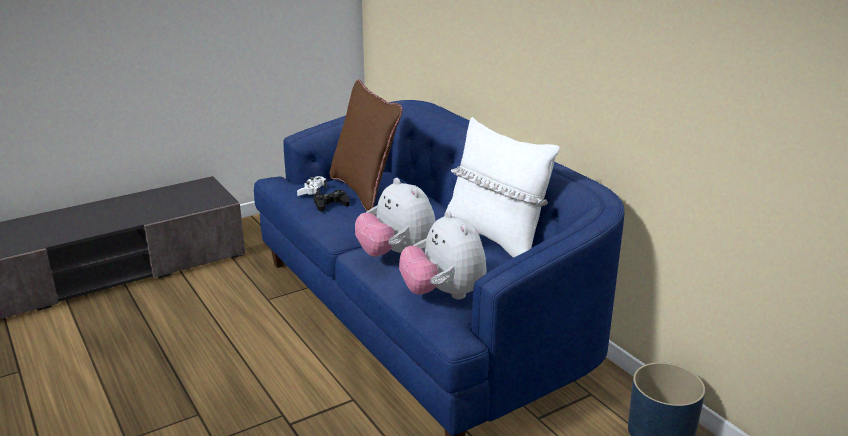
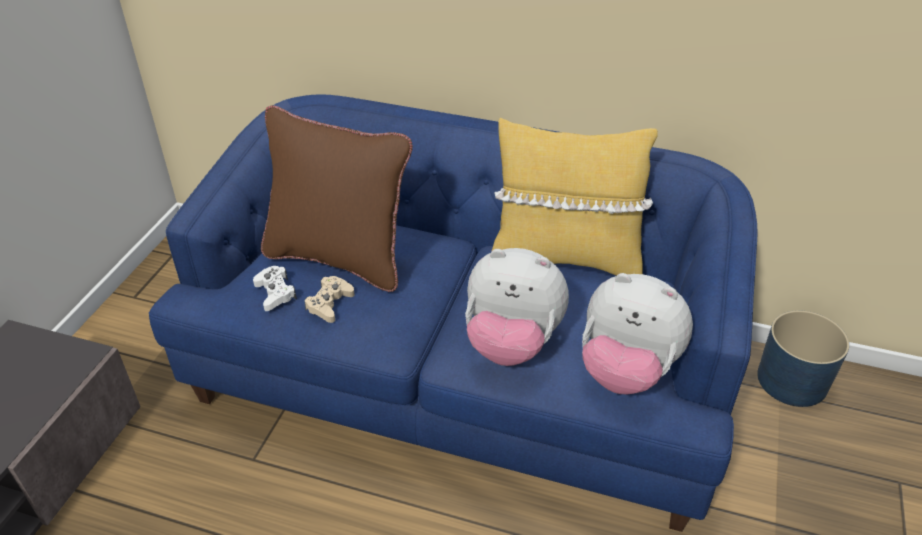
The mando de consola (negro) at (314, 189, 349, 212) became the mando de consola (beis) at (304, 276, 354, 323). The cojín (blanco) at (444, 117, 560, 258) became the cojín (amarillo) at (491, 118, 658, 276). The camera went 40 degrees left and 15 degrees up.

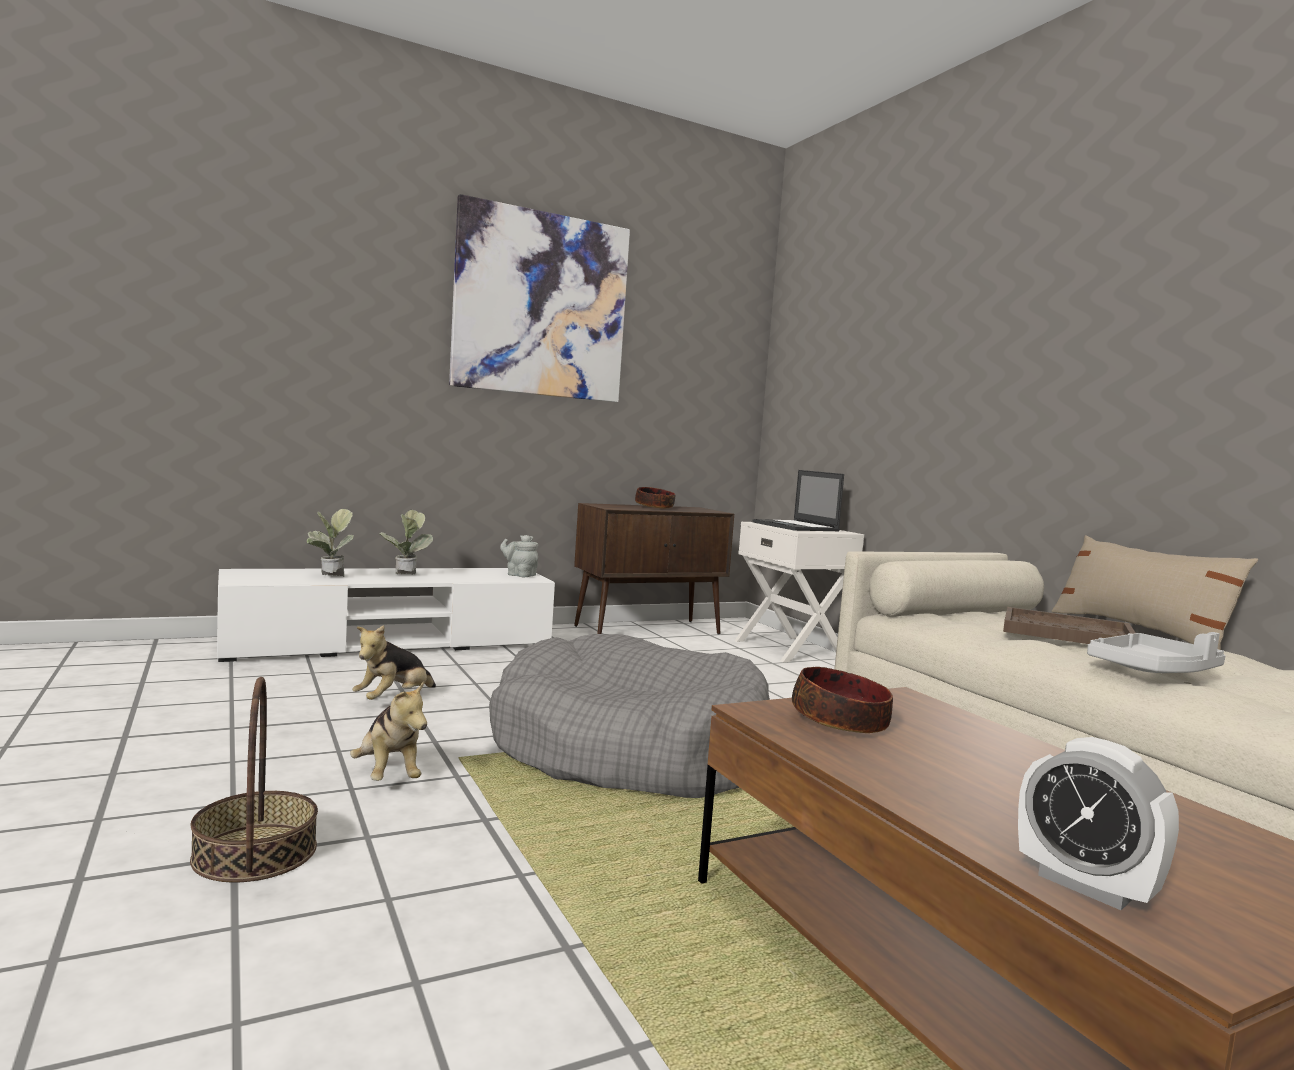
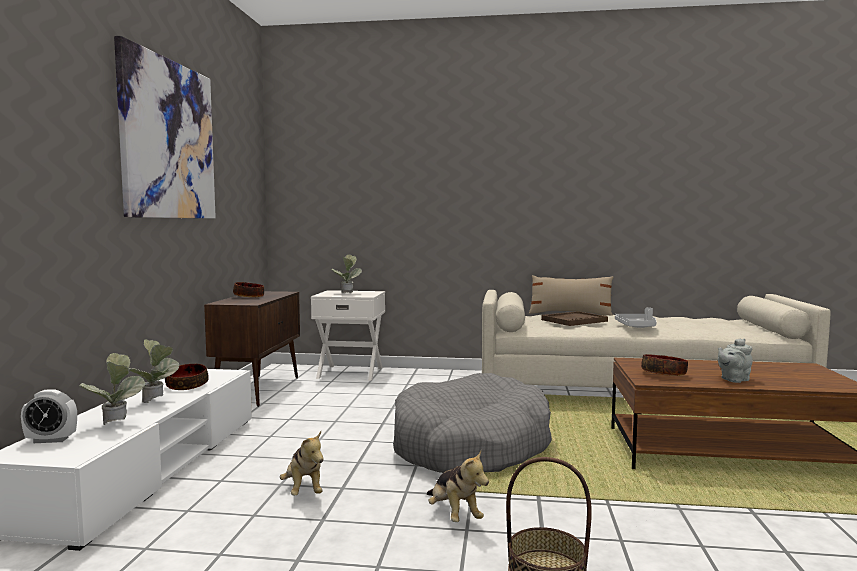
The despertador moved from (1018, 737, 1179, 910) to (21, 389, 77, 443). The cuenco at (165, 364, 209, 390) appeared. The portátil at (753, 470, 844, 531) was replaced by the planta en maceta at (331, 254, 362, 293). The peluche at (350, 681, 427, 781) turned 60 degrees clockwise. The tetera (gris) moved from (500, 535, 538, 577) to (718, 339, 753, 383). The camera went 55 degrees left and 0 degrees up.

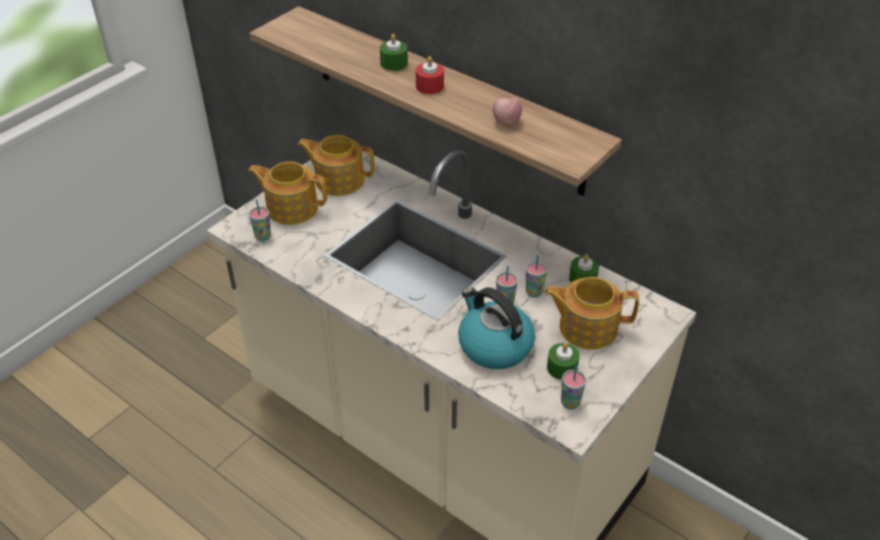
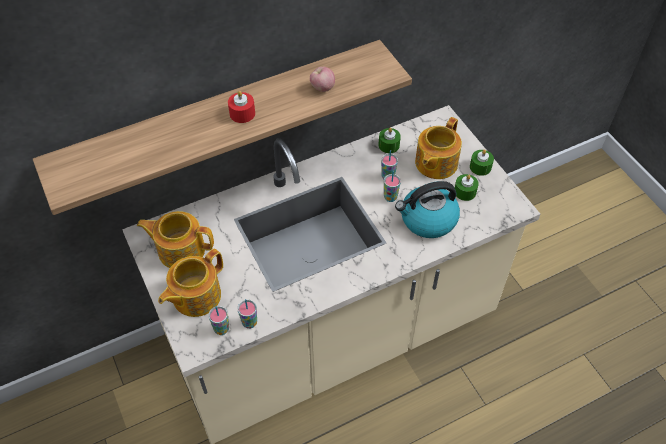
The tetera at (297, 135, 375, 196) turned 60 degrees clockwise. The taza moved from (561, 365, 586, 410) to (237, 299, 257, 329). The vela (verde) moved from (380, 34, 408, 71) to (470, 149, 494, 176). The camera went 65 degrees left and 10 degrees up.

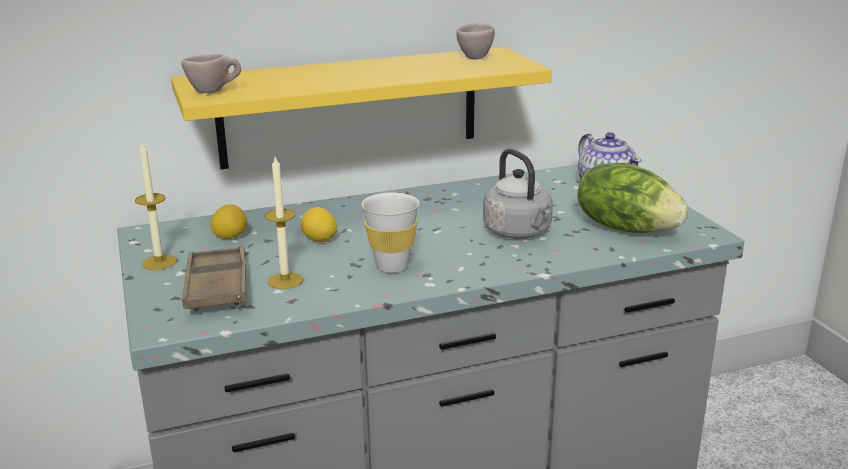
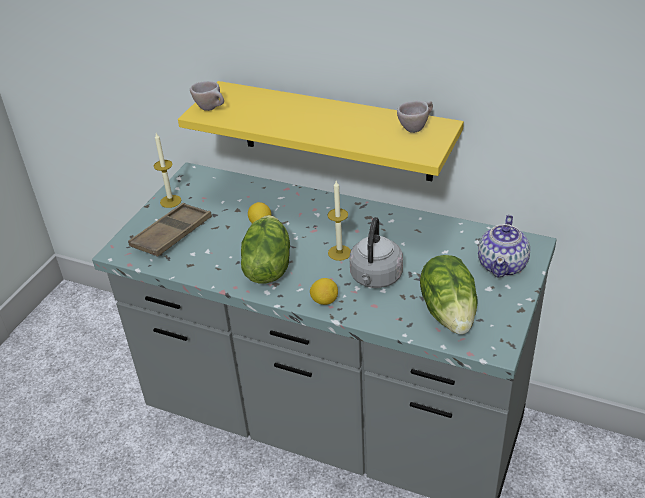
The taza (blanco) at (361, 193, 419, 273) was replaced by the lechuga at (241, 215, 290, 284). The limón moved from (210, 204, 247, 239) to (310, 278, 338, 305). The vela moved from (264, 157, 303, 289) to (327, 181, 351, 261). The camera went 45 degrees right and 15 degrees up.

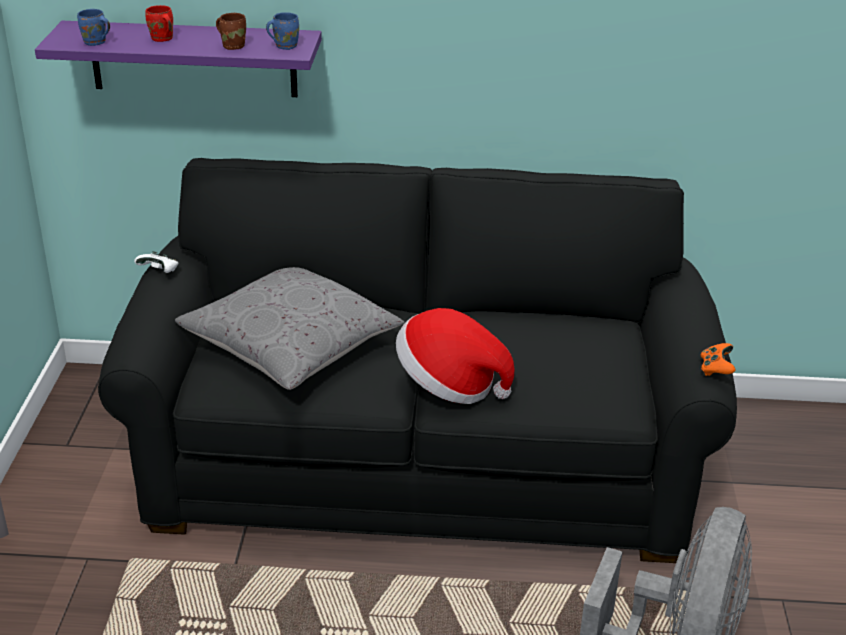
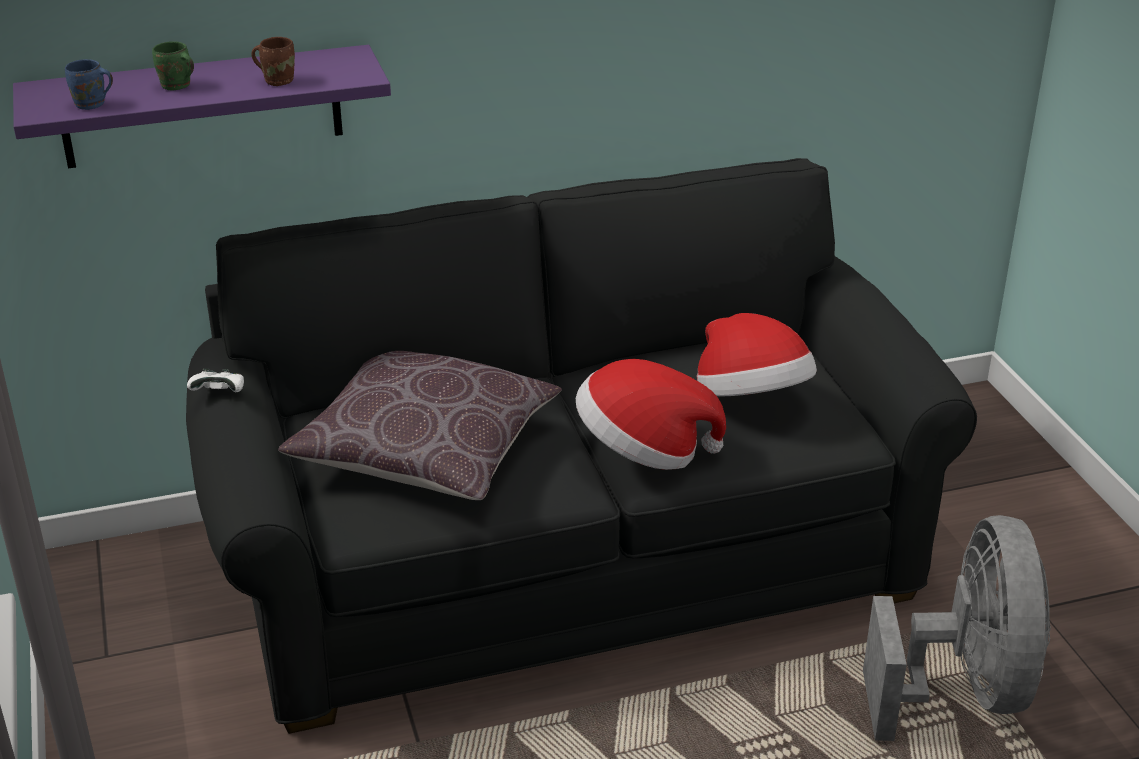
The taza grande (rojo) at (145, 5, 173, 42) became the taza grande (verde) at (152, 41, 194, 90). The cojín (gris) at (175, 267, 404, 390) became the cojín (marrón) at (278, 351, 562, 500). The sombrero at (697, 313, 817, 396) appeared. The taza grande (azul) at (266, 12, 299, 50) disappeared. The mando de consola (naranja) at (701, 343, 735, 376) disappeared. The camera went 20 degrees left and 0 degrees up.

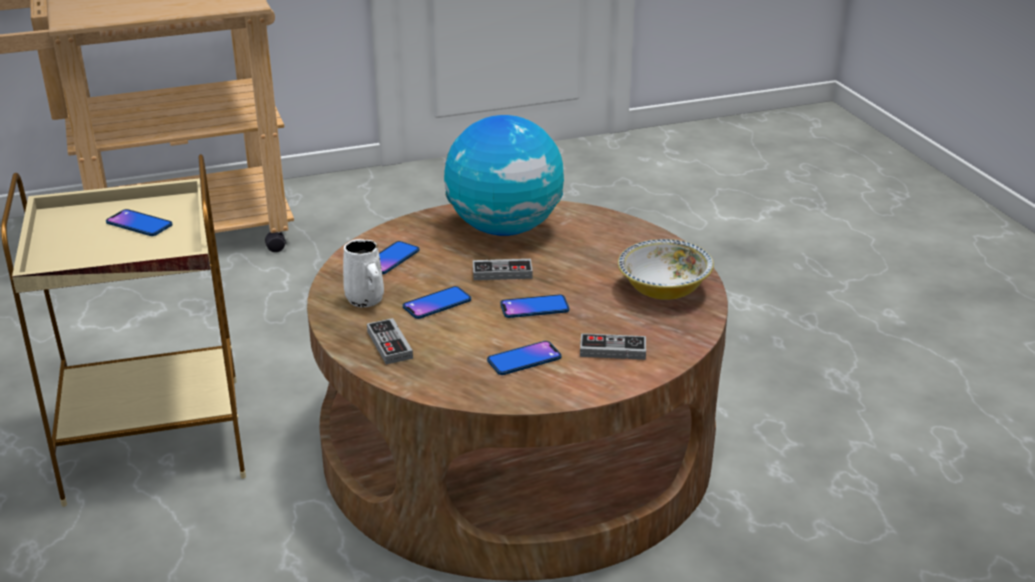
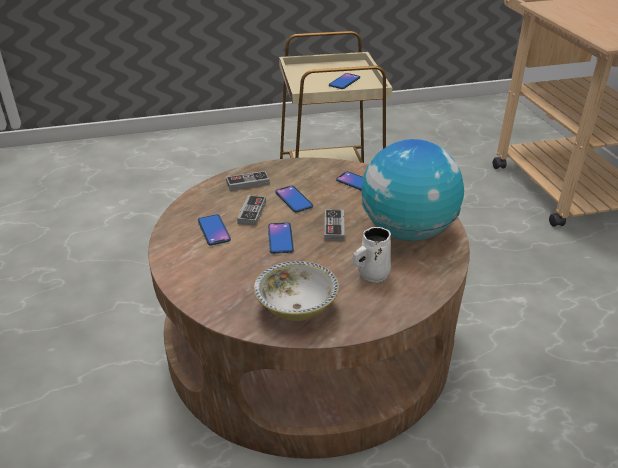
The mando de consola moved from (580, 333, 646, 360) to (237, 195, 266, 226). The taza grande (blanco) moved from (343, 239, 384, 307) to (353, 227, 391, 282). The camera went 95 degrees right and 5 degrees up.

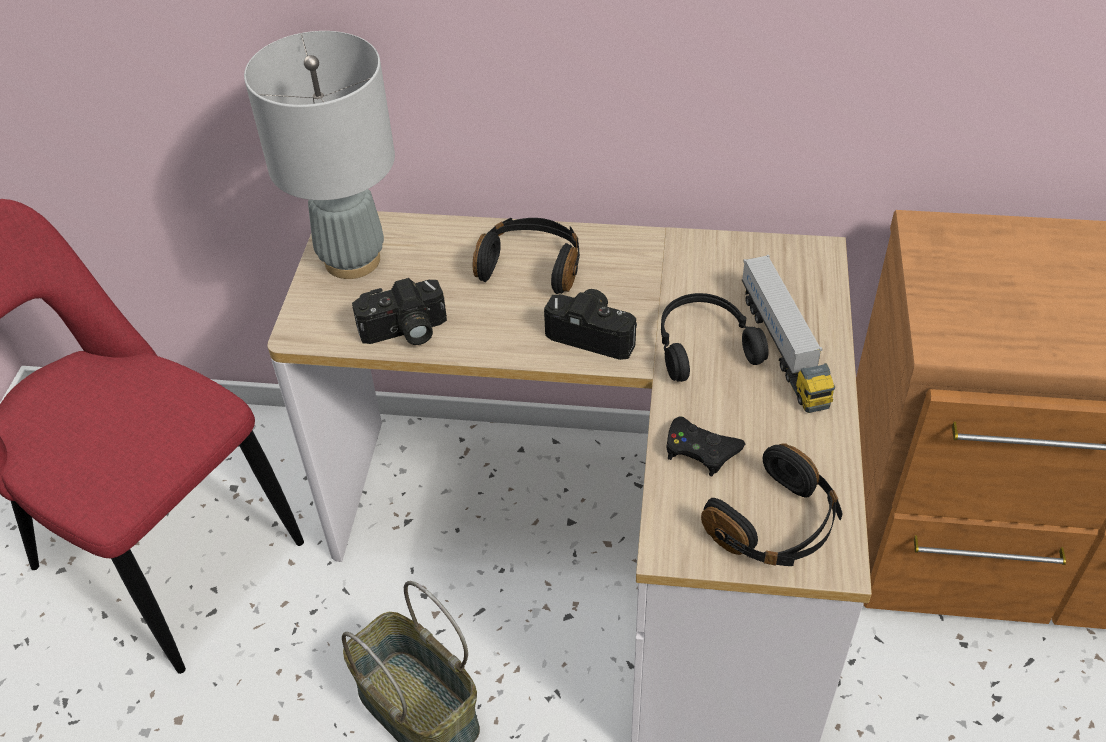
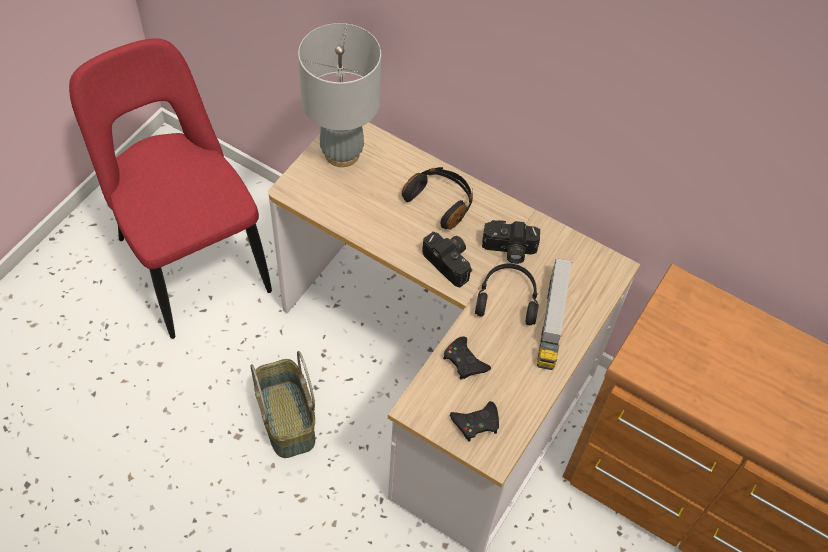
The auriculares (negro) at (701, 443, 843, 566) was replaced by the mando de consola (negro) at (450, 401, 499, 442). The cámara moved from (352, 278, 447, 345) to (482, 220, 540, 264). The camera went 20 degrees right and 10 degrees up.

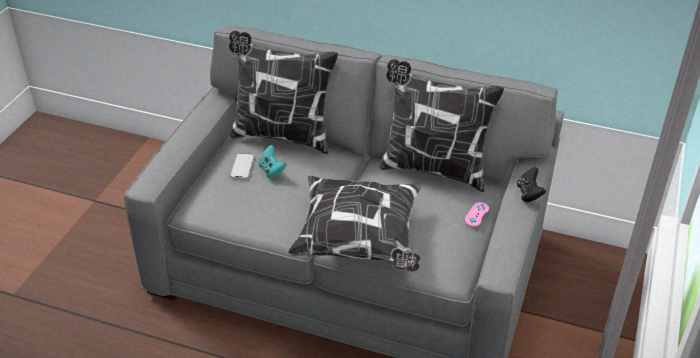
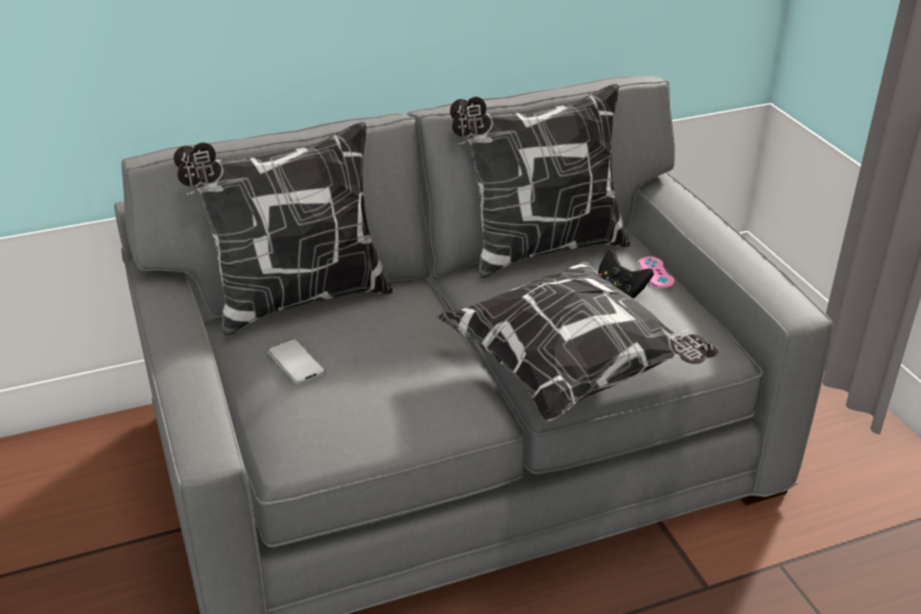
The mando de consola (negro) moved from (517, 167, 546, 202) to (598, 249, 654, 299). The mando de consola (turquesa) at (258, 145, 287, 179) disappeared. The camera went 40 degrees left and 5 degrees down.

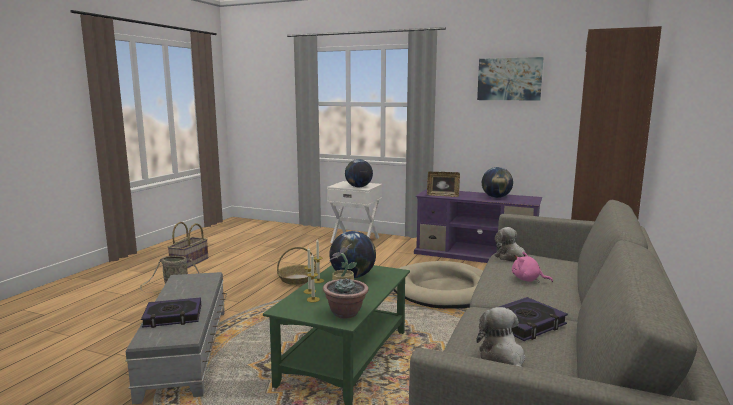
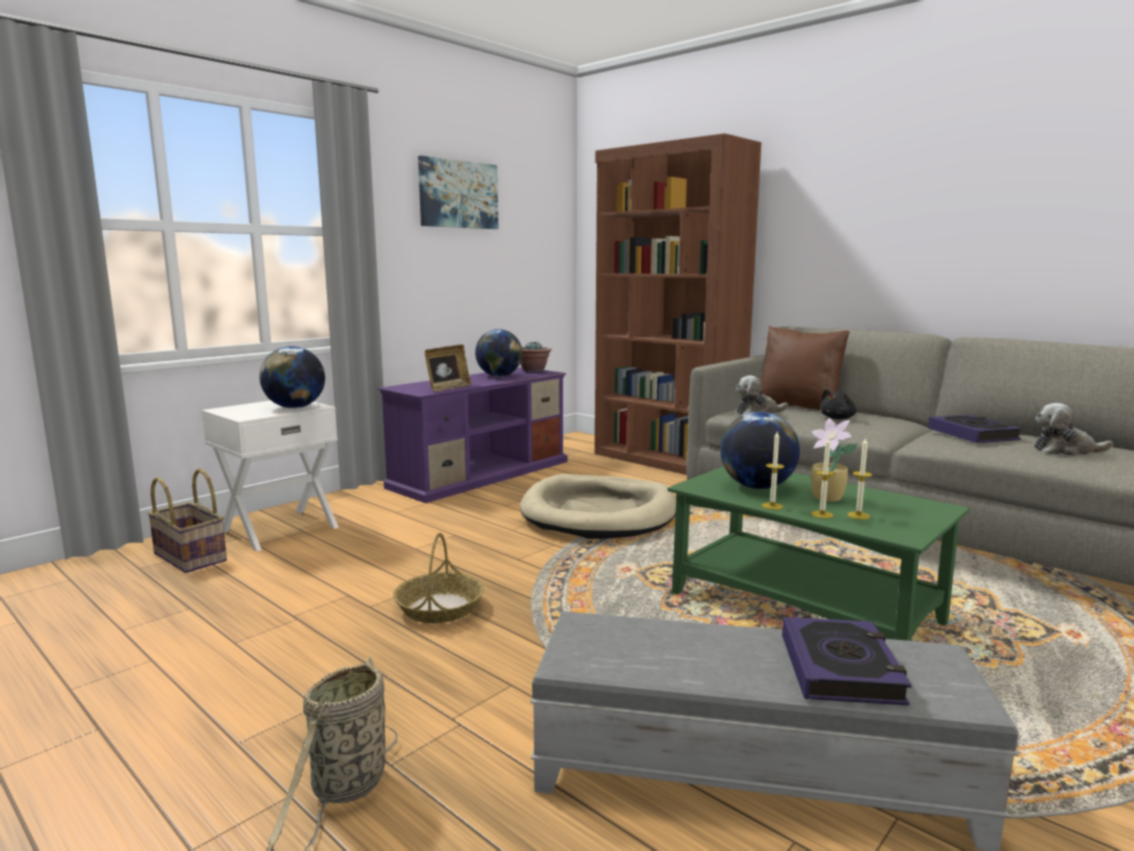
The cesta moved from (168, 222, 208, 268) to (147, 468, 227, 573). The planta en maceta moved from (323, 278, 368, 319) to (520, 341, 552, 372). The cojín (marrón) at (760, 326, 850, 410) appeared. The peluche (rosa) at (512, 252, 553, 283) became the peluche (negro) at (820, 389, 856, 419). The camera went 70 degrees left and 0 degrees up.

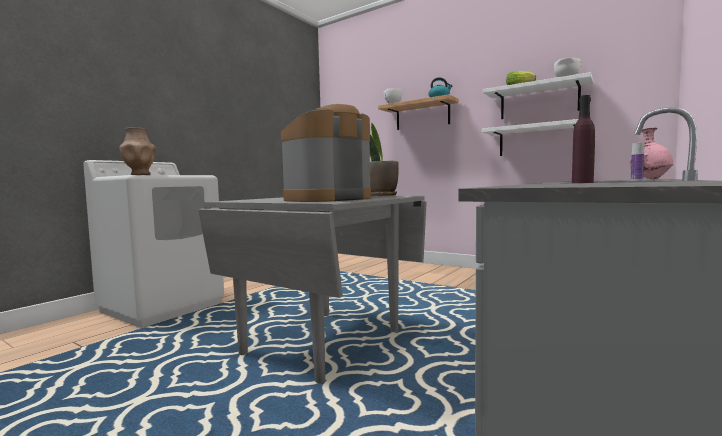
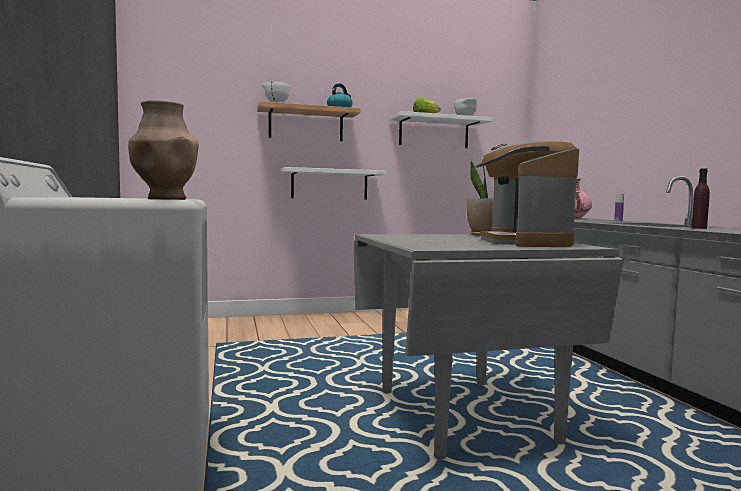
The estante (blanco) moved from (482, 119, 578, 156) to (280, 167, 387, 200). The camera went 50 degrees left and 0 degrees up.

